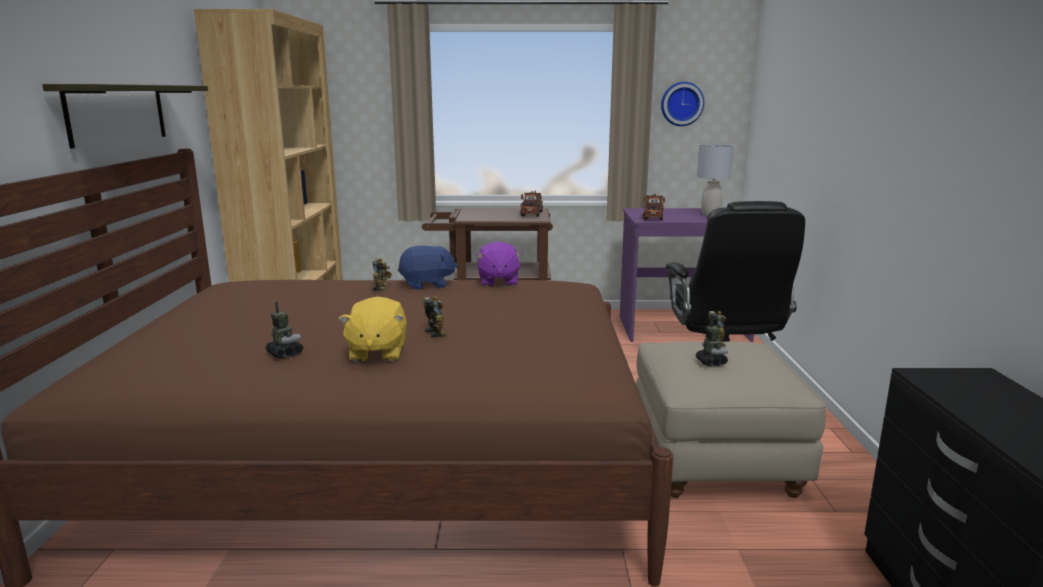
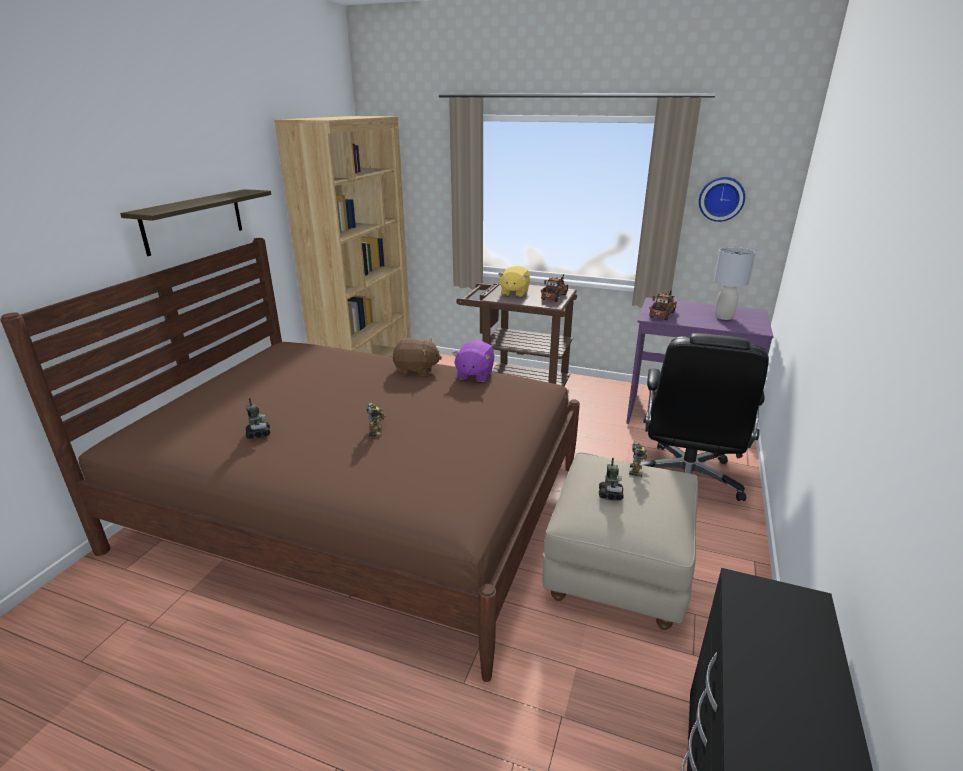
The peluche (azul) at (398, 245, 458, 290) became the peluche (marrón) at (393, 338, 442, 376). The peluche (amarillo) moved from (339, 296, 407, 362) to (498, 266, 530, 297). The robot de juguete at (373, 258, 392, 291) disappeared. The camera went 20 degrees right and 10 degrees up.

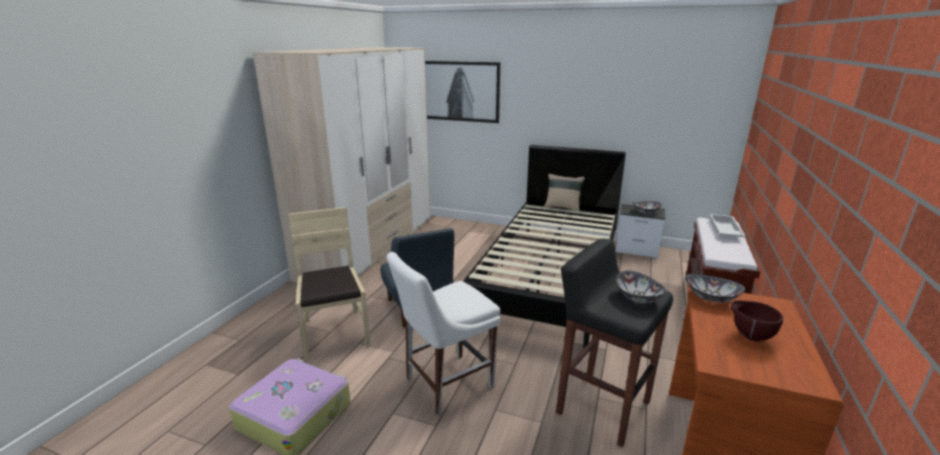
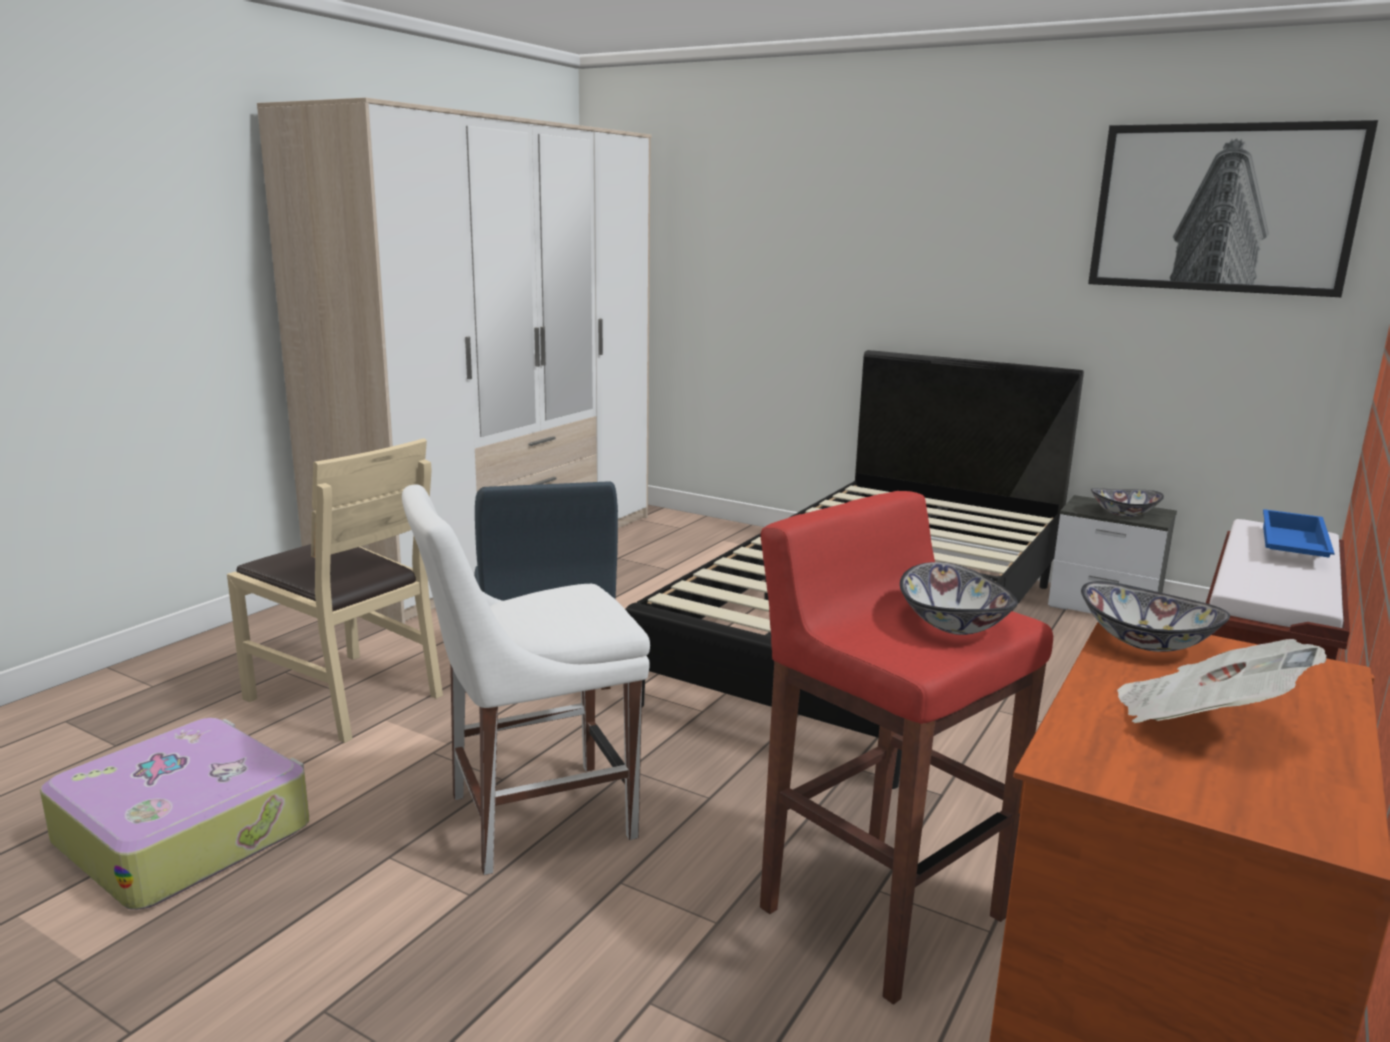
The silla (beis) at (288, 207, 371, 361) turned 135 degrees clockwise. The taburete (negro) at (556, 239, 673, 447) became the taburete (rojo) at (760, 491, 1053, 1005). The cuadro moved from (425, 61, 500, 123) to (1088, 120, 1378, 297). The cuenco (marrón) at (730, 300, 783, 342) was replaced by the periódico at (1117, 639, 1327, 723). The bandeja (blanco) at (710, 214, 745, 237) became the bandeja (azul) at (1263, 509, 1335, 558). The cojín (beis) at (544, 174, 585, 212) disappeared. The camera went 10 degrees right and 5 degrees down.

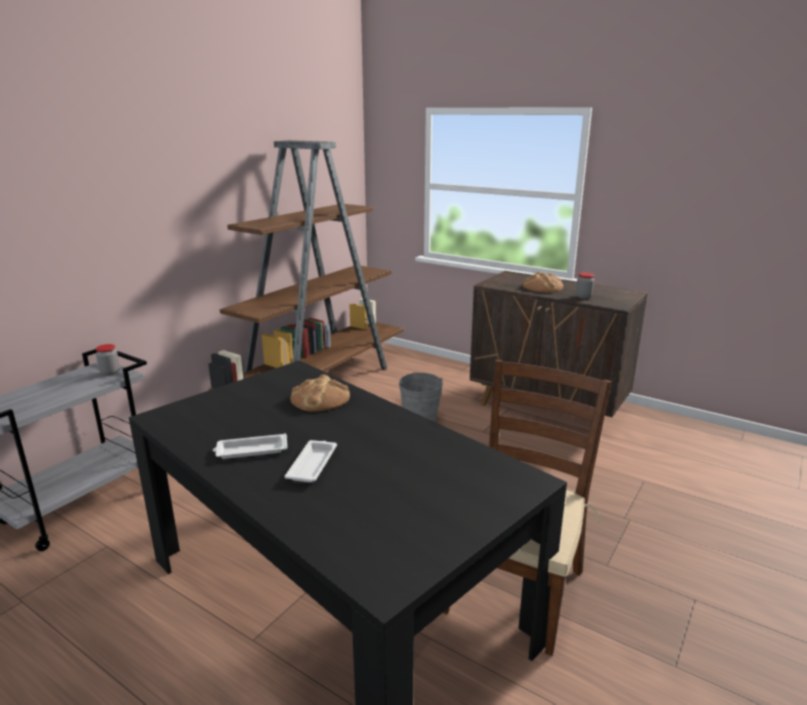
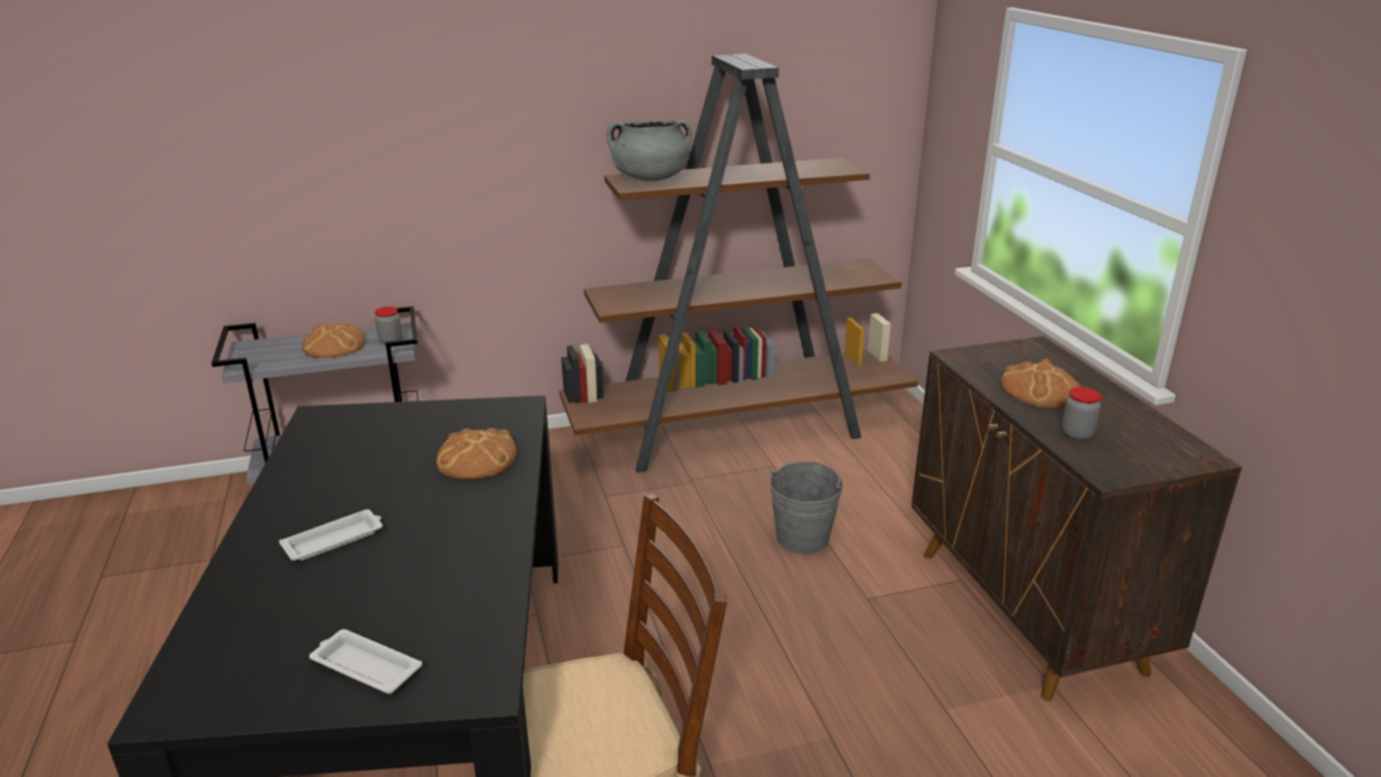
The pan at (302, 322, 366, 358) appeared. The bandeja (blanco) moved from (213, 433, 287, 459) to (309, 629, 422, 694). The olla (gris) at (607, 120, 691, 181) appeared. The camera went 40 degrees right and 5 degrees up.

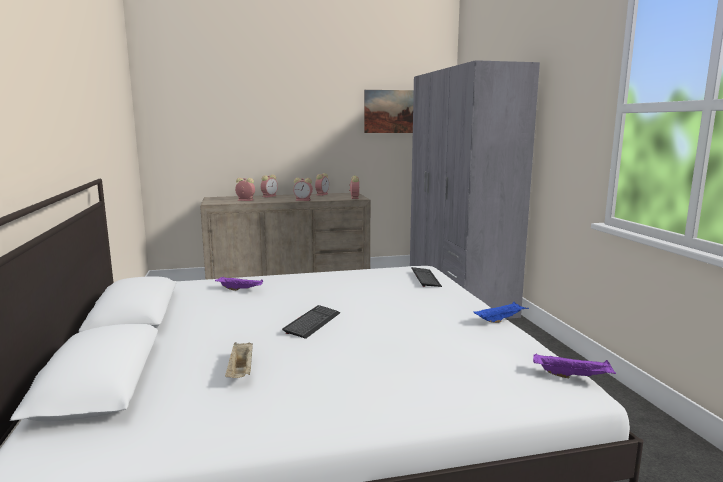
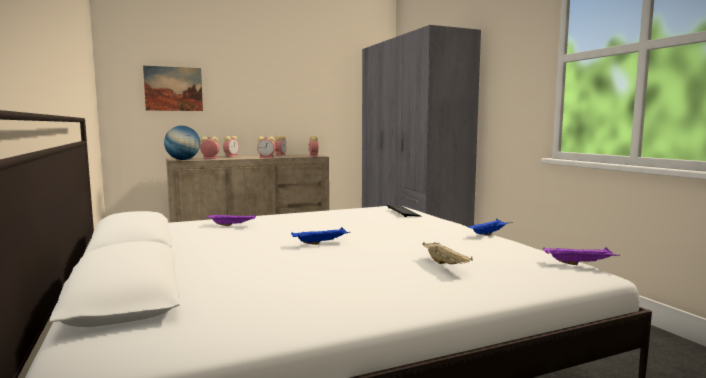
The cuadro moved from (364, 90, 414, 133) to (143, 66, 203, 111). The globo terráqueo at (164, 126, 200, 160) appeared. The teclado at (282, 305, 340, 339) was replaced by the bandeja (azul) at (291, 227, 350, 245). The bandeja (beis) moved from (225, 342, 253, 378) to (422, 242, 473, 264). The camera went 10 degrees left and 5 degrees down.

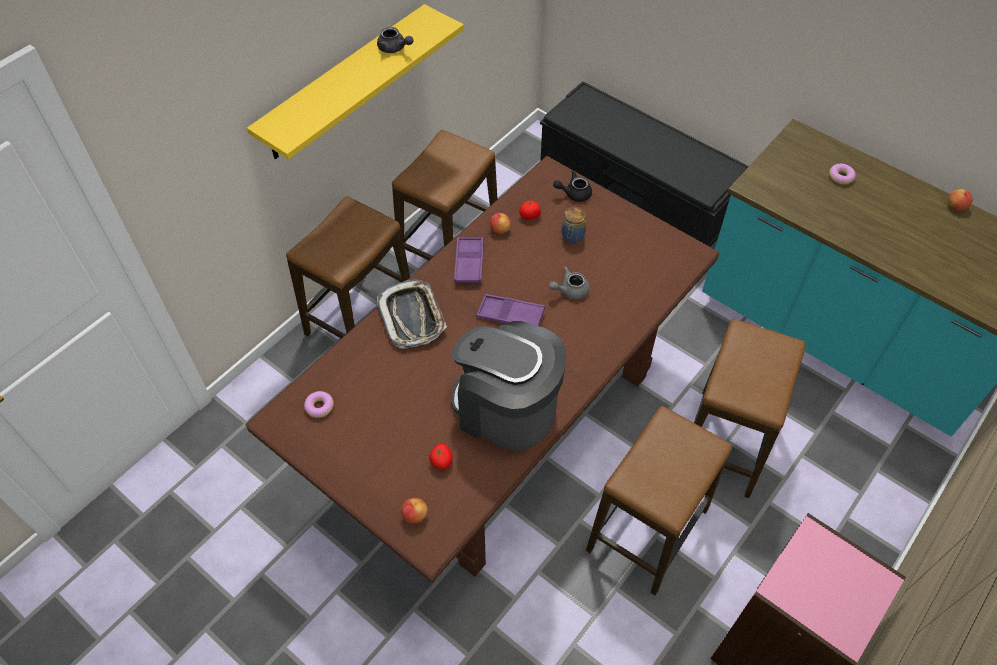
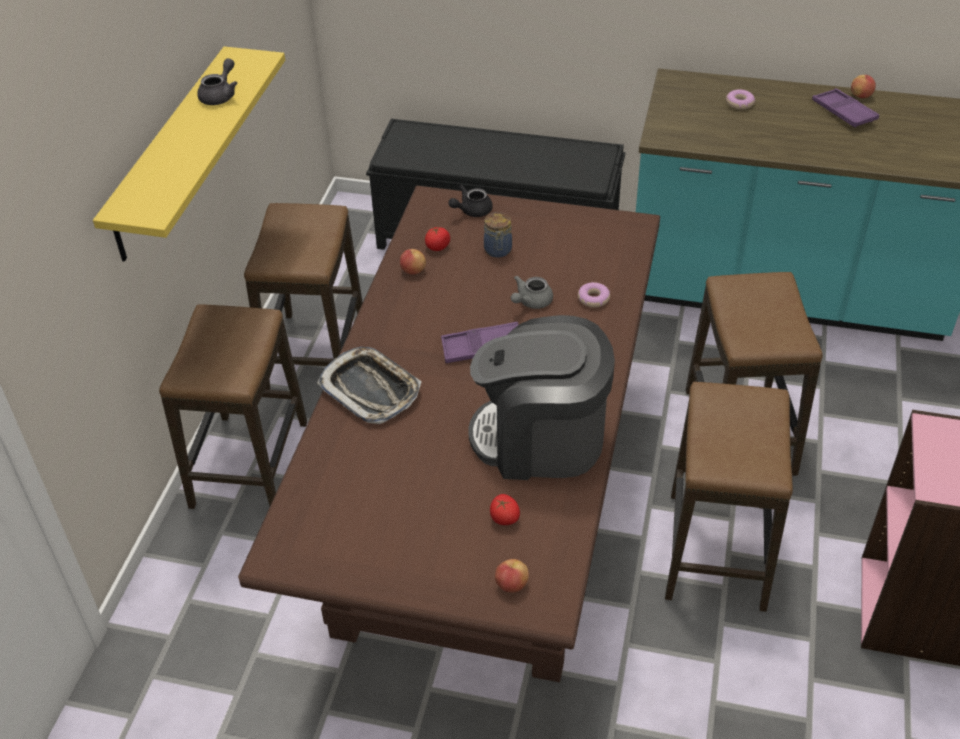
The tetera (gris) at (377, 27, 413, 53) turned 75 degrees counterclockwise. The rosquilla moved from (304, 391, 334, 418) to (578, 282, 610, 308). The bandeja (morado) moved from (454, 237, 484, 283) to (812, 88, 879, 127). The camera went 25 degrees left and 10 degrees down.

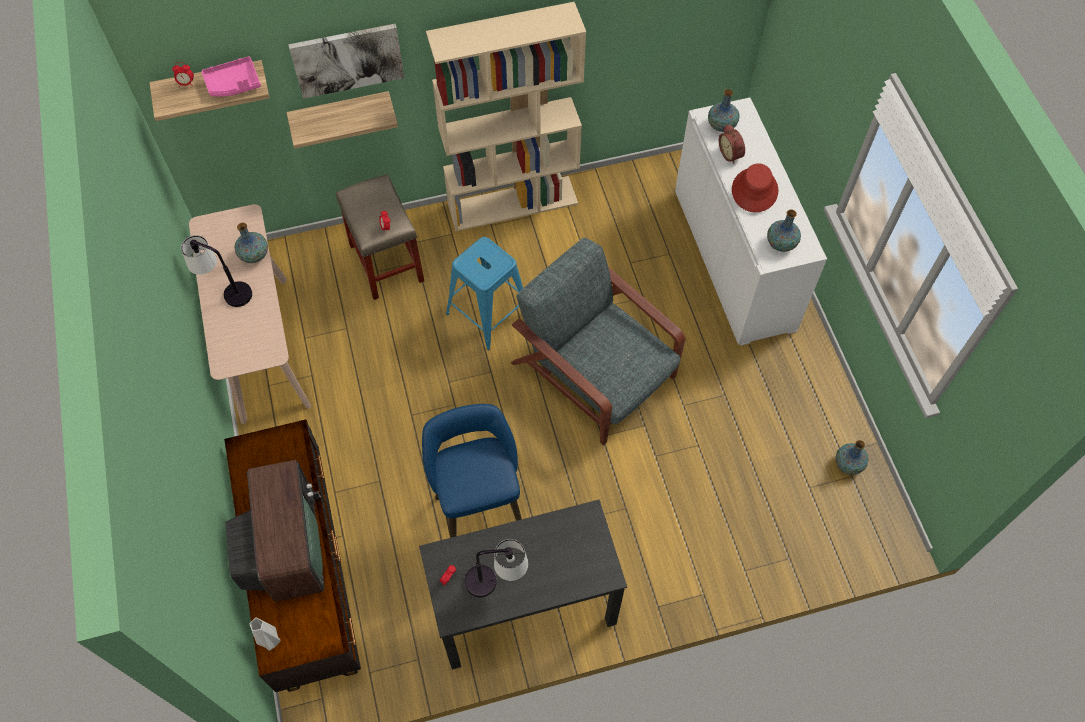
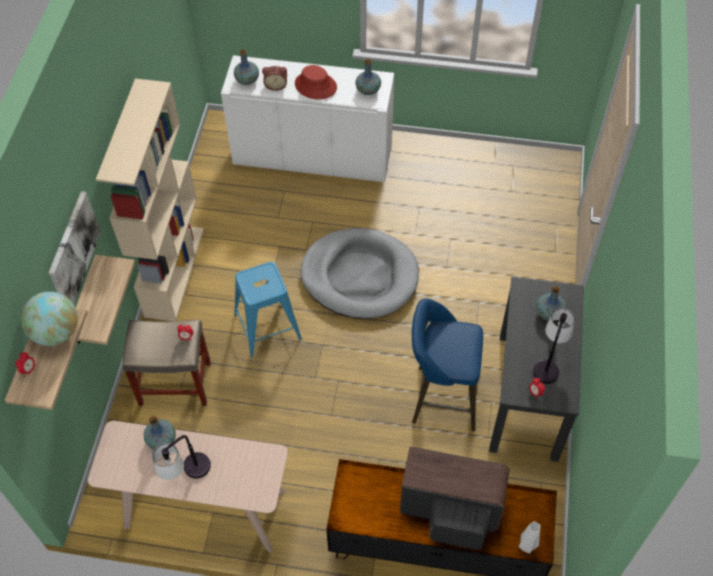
The bandeja (rosa) at (202, 56, 261, 97) was replaced by the globo terráqueo at (21, 292, 78, 346). The sillón (gris) at (511, 237, 685, 445) was replaced by the cama para perro (gris) at (301, 228, 419, 319). The florero moved from (835, 440, 869, 475) to (536, 286, 566, 321). The camera went 65 degrees left and 5 degrees down.

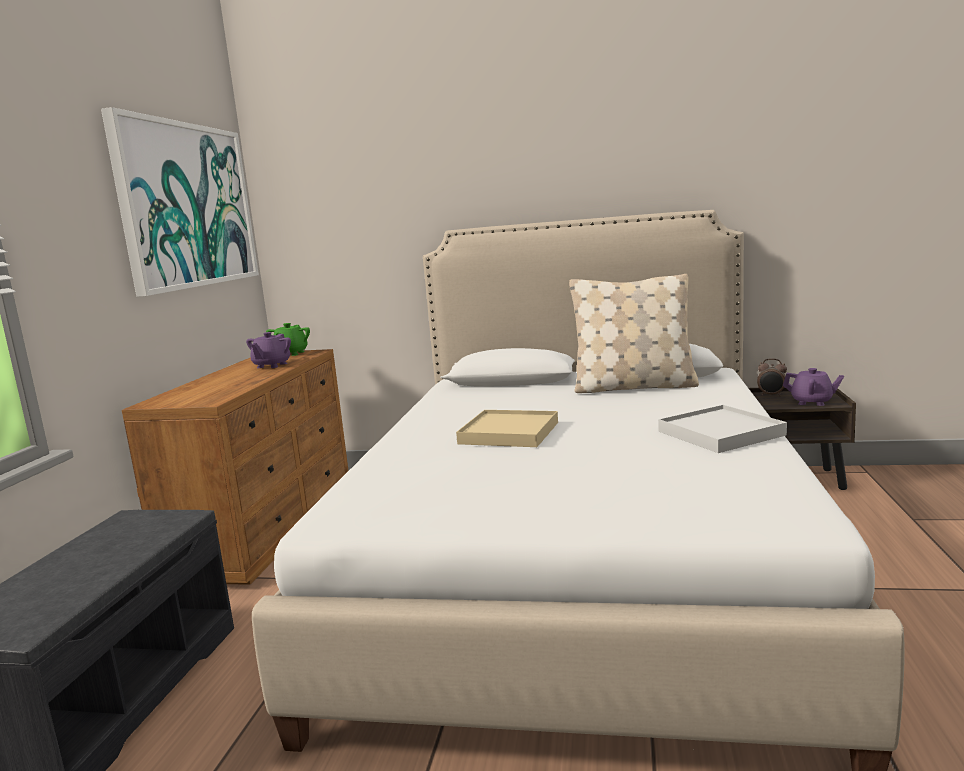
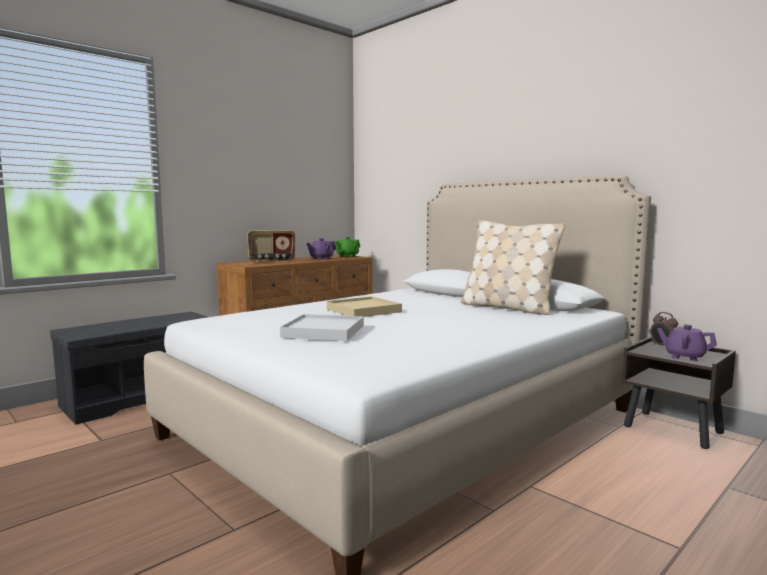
The radio at (247, 230, 295, 263) appeared. The bandeja (blanco) moved from (658, 405, 787, 453) to (280, 314, 364, 341). The tetera (morado) at (783, 368, 844, 406) turned 150 degrees clockwise. The cuadro at (101, 107, 259, 297) disappeared. The camera went 35 degrees right and 5 degrees down.

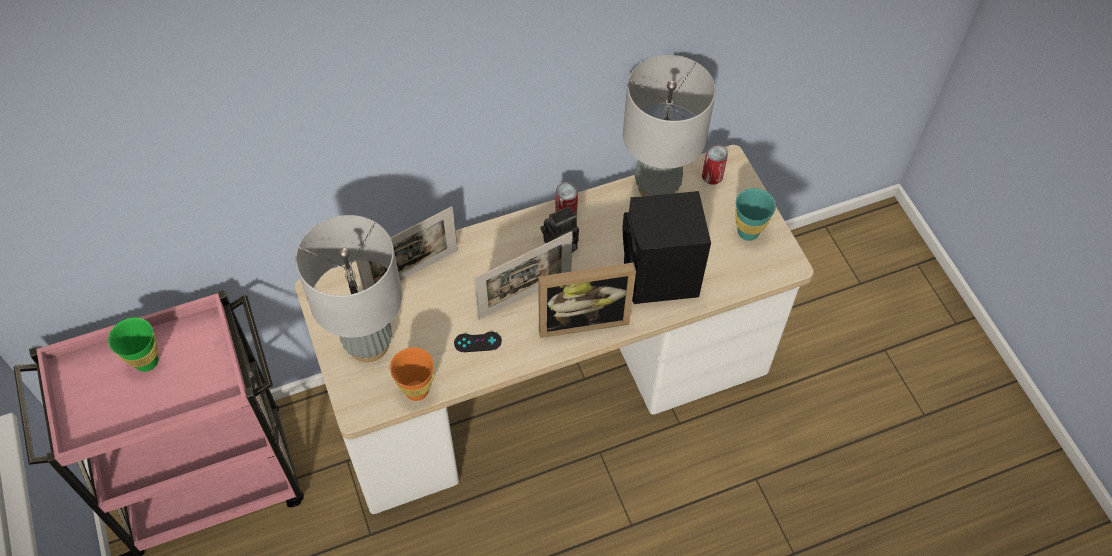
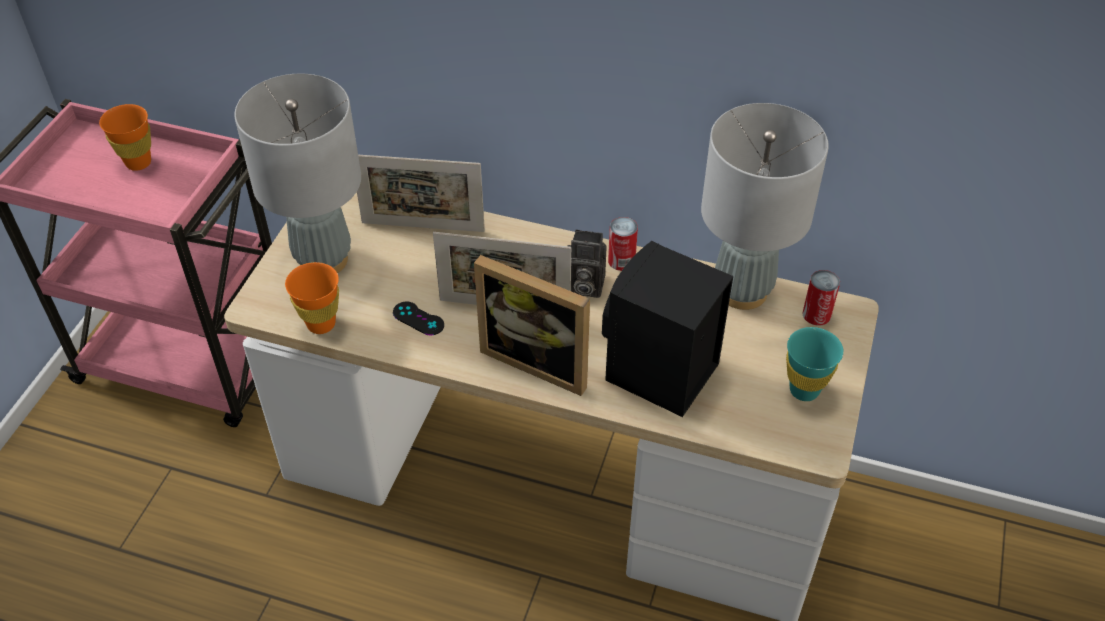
The taza (verde) at (108, 317, 158, 372) became the taza (naranja) at (99, 104, 151, 171). The camera went 40 degrees right and 10 degrees down.

